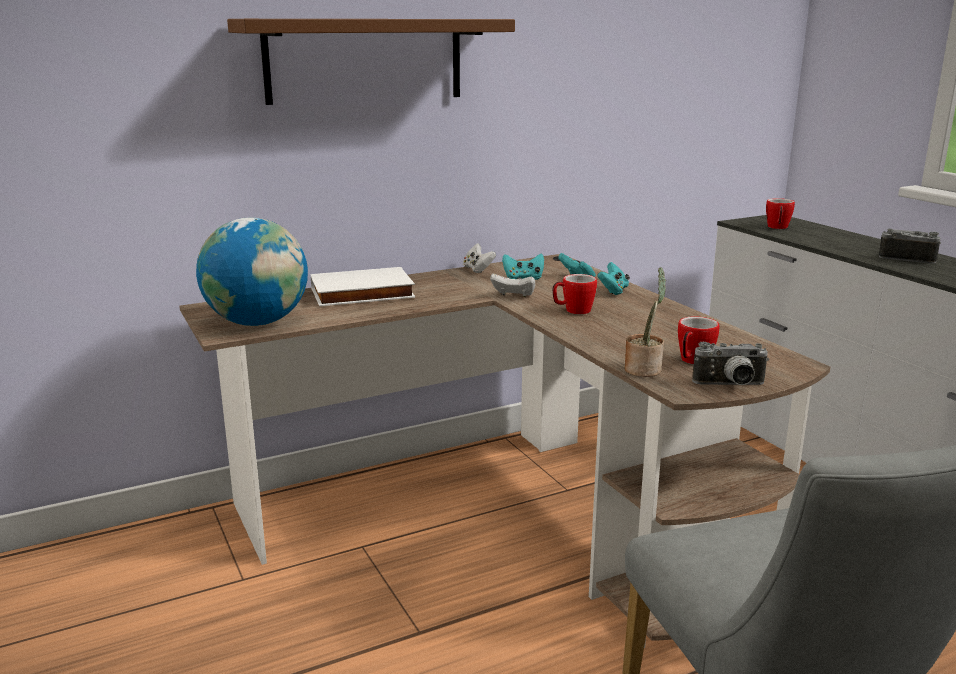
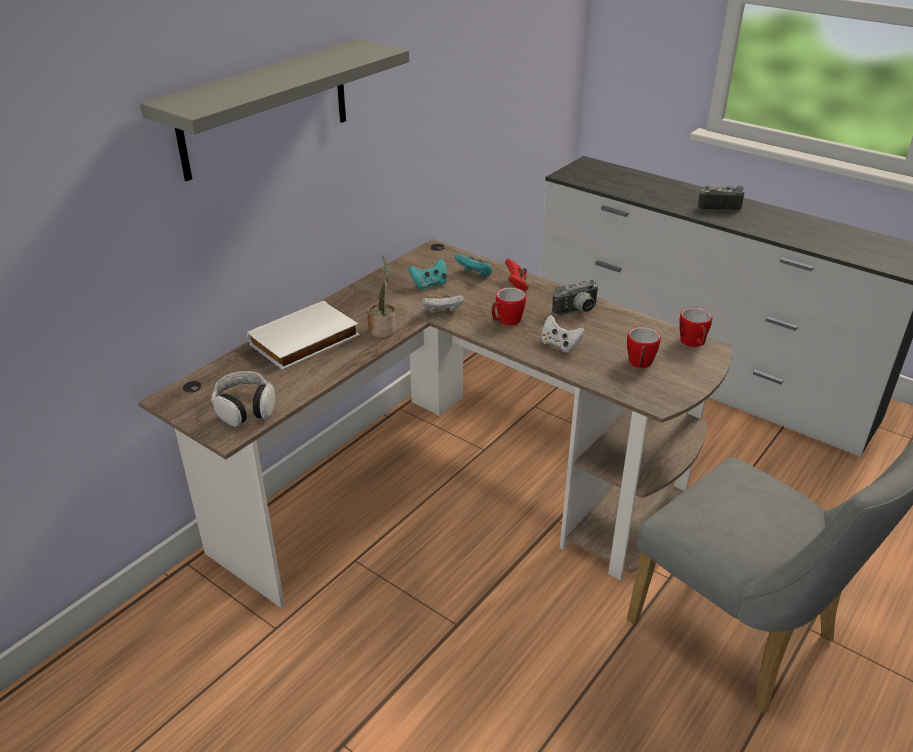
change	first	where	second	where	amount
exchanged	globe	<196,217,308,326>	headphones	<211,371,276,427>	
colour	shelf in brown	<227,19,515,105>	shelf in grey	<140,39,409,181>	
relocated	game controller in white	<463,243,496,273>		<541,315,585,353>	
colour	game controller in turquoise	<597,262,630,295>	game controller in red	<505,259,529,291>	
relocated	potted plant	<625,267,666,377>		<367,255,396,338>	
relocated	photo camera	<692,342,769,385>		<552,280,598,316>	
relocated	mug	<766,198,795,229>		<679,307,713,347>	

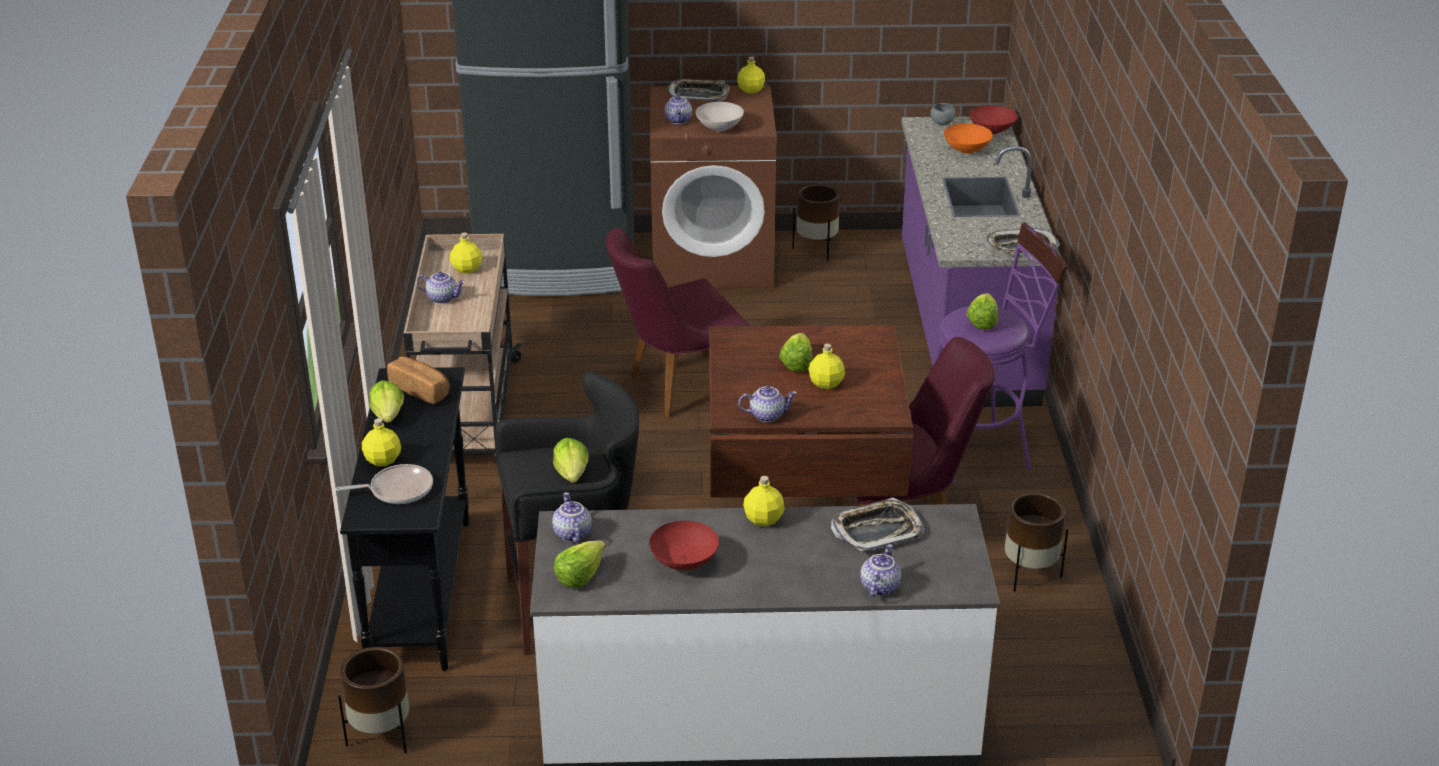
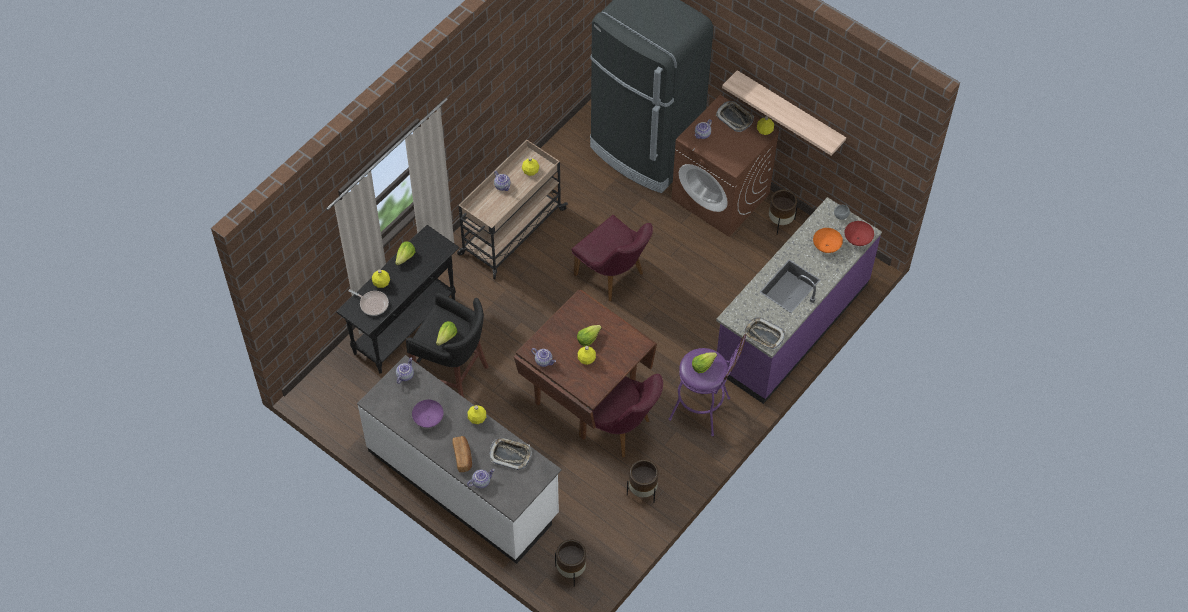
change	first	where	second	where	amount
relocated	planter in brown	<338,647,409,753>		<555,539,586,587>	
relocated	bread	<387,357,450,404>		<452,436,472,472>	
missing	lettuce	<554,541,606,588>			
spun	chair in purple	<606,228,750,418>		<572,215,653,301>	150 degrees counterclockwise
colour	bowl in red	<649,521,719,570>	bowl in purple	<412,400,444,428>	
missing	bowl in white	<696,102,744,132>			
appeared			shelf	<722,70,846,156>	

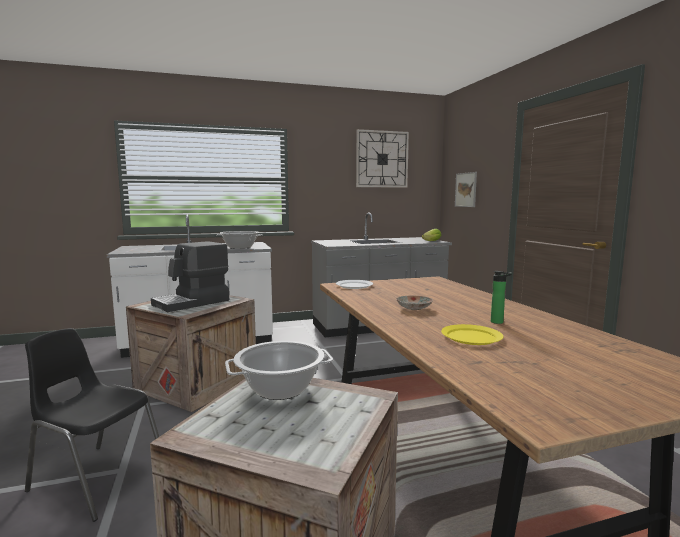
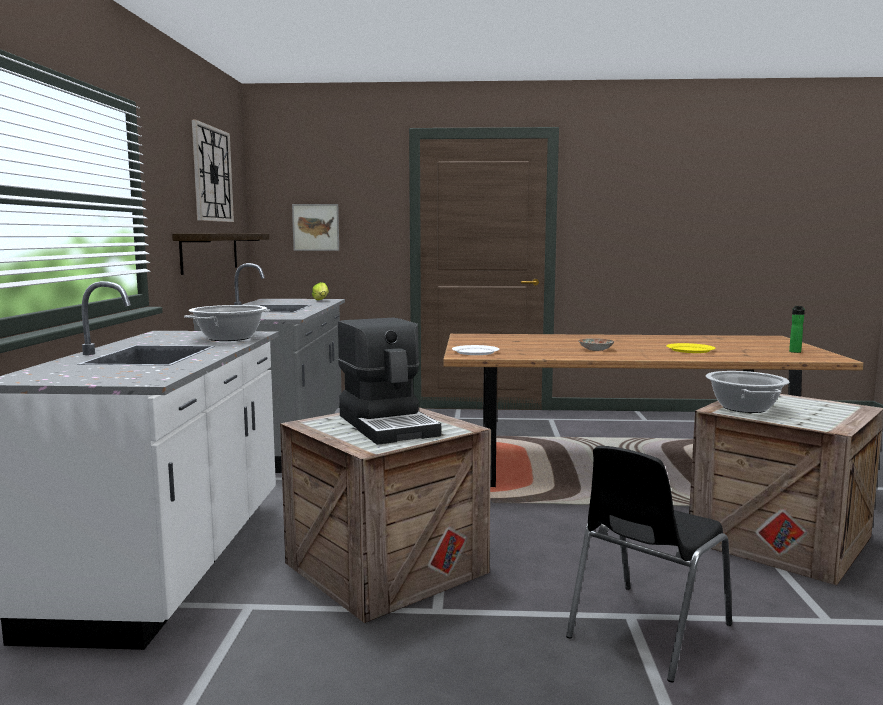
change	first	where	second	where	amount
relocated	bottle	<491,271,512,324>		<789,306,805,353>	
appeared			shelf	<172,233,269,275>	

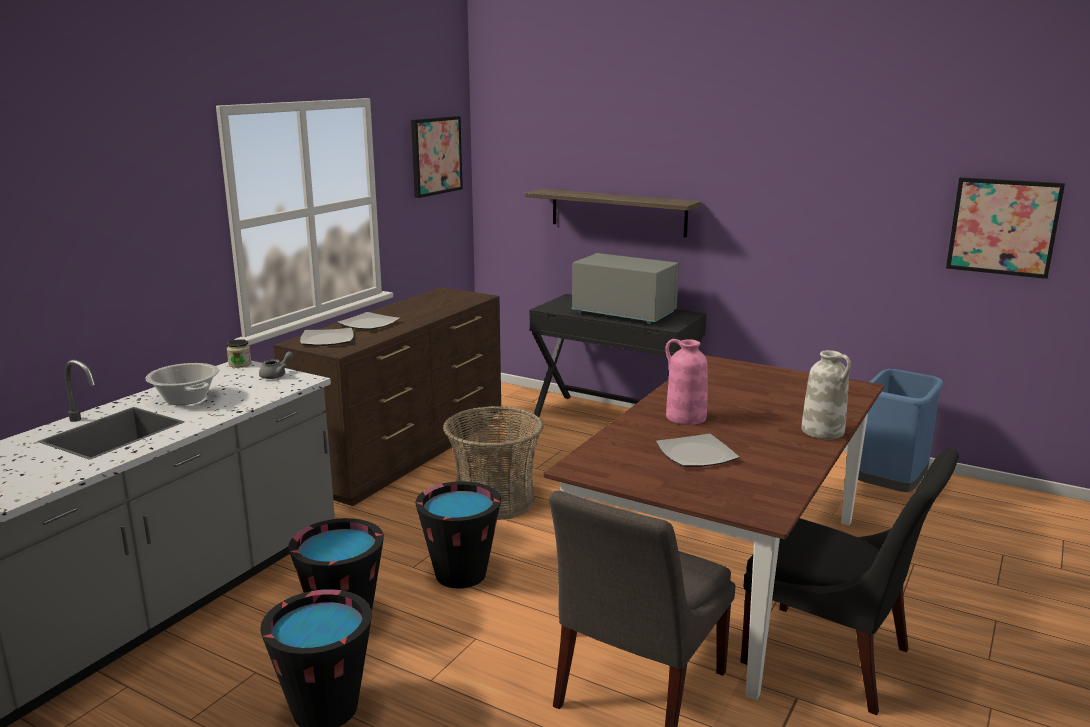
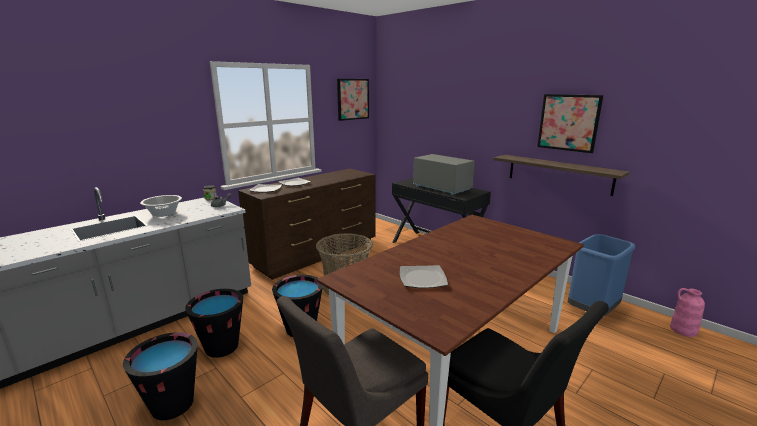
change	first	where	second	where	amount
relocated	shelf	<525,189,702,237>		<493,155,630,196>	
relocated	vase in pink	<665,339,708,425>		<670,288,705,337>	
missing	vase in white	<801,350,851,439>			
relocated	picture	<946,177,1065,279>		<537,94,603,153>	

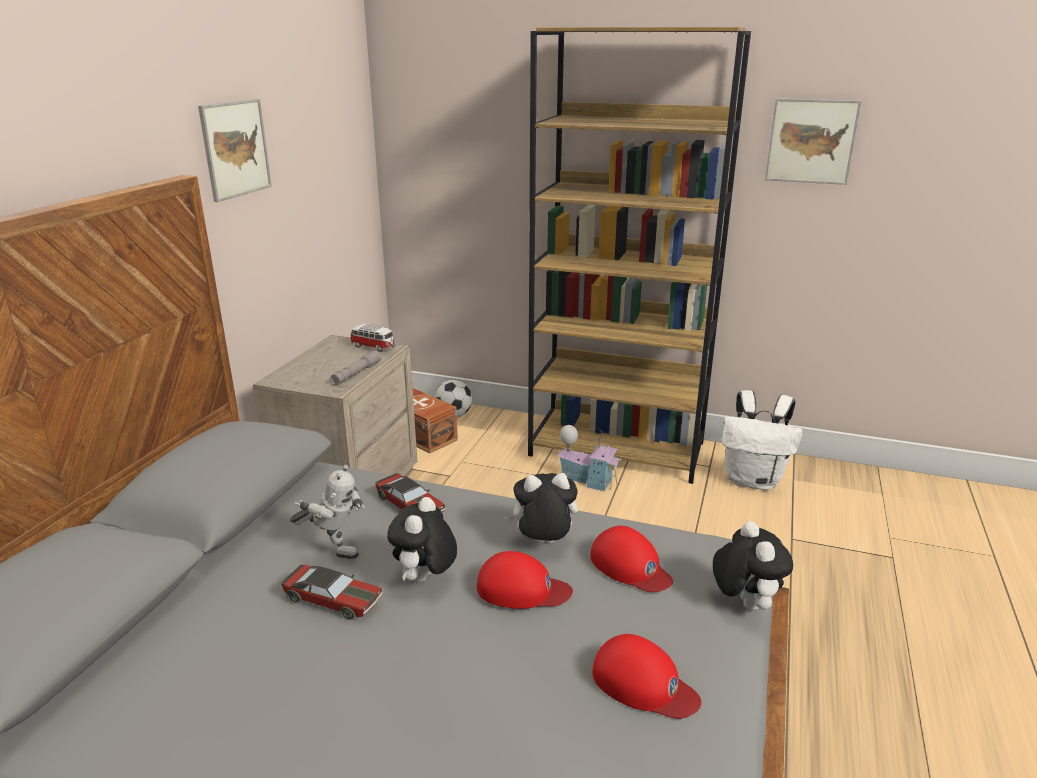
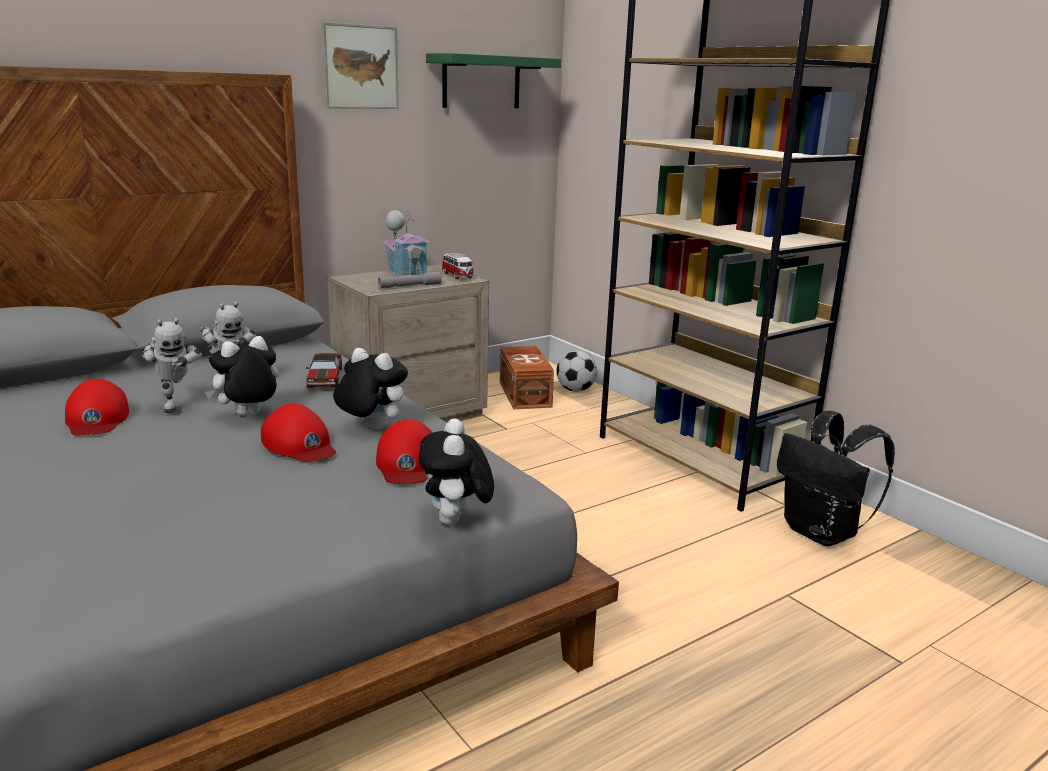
change	first	where	second	where	amount
exchanged	toy car	<281,565,382,620>	toy robot	<142,318,203,413>	
relocated	toy house	<557,425,622,492>		<384,210,429,277>	
relocated	cap in red	<592,634,701,719>		<65,379,129,435>	
spun	plush toy	<713,521,793,610>		<419,418,494,525>	150 degrees clockwise
colour	backpack in white	<721,390,803,490>	backpack in black	<777,411,895,546>	
missing	picture	<765,98,862,185>			
appeared			shelf in green	<426,53,561,108>	

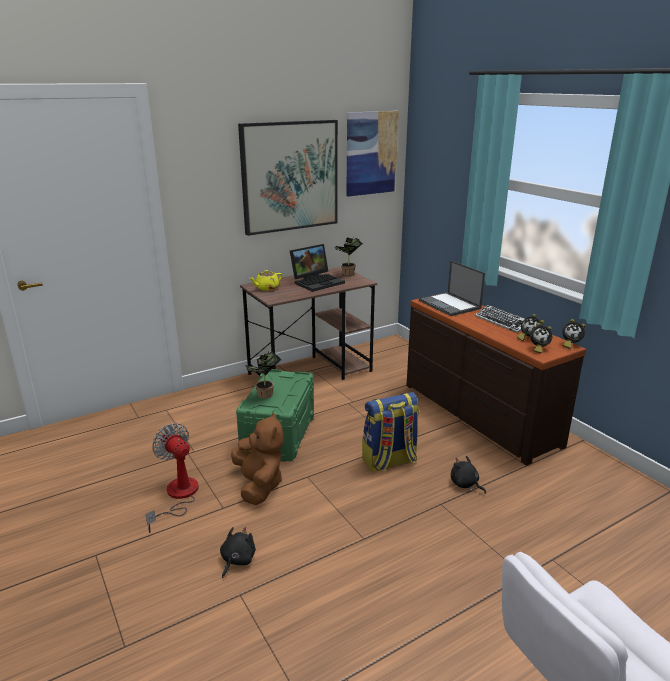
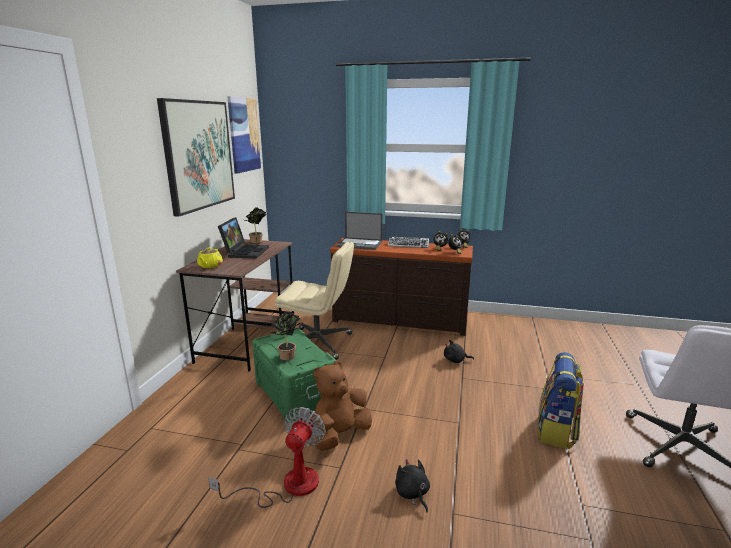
change	first	where	second	where	amount
spun	fan	<145,423,199,533>		<208,407,326,508>	105 degrees clockwise
spun	plush toy in brown	<231,412,284,505>		<313,361,372,451>	75 degrees counterclockwise
relocated	backpack	<362,392,419,473>		<538,352,583,449>	
appeared			office chair in beige	<275,242,354,360>	

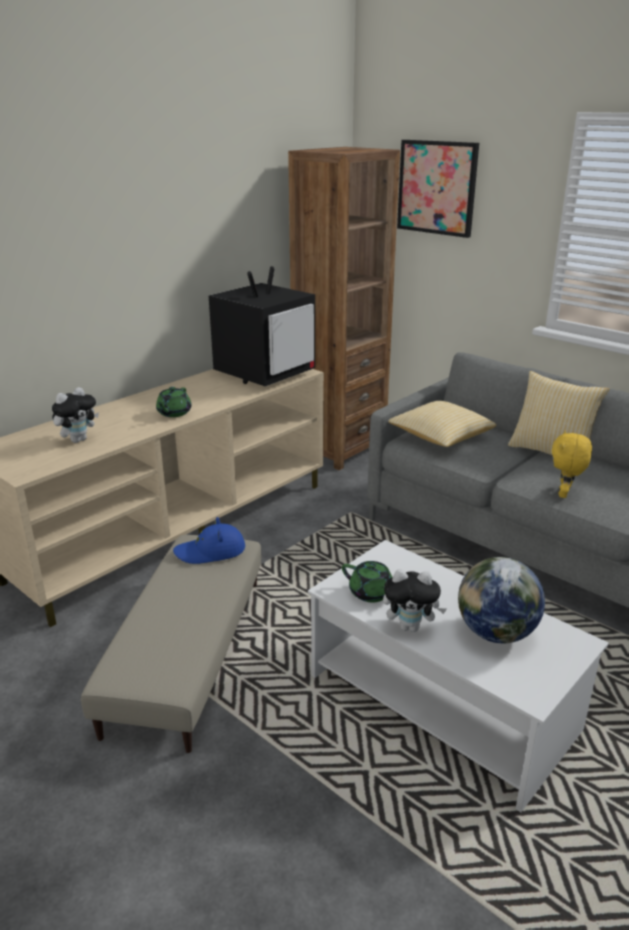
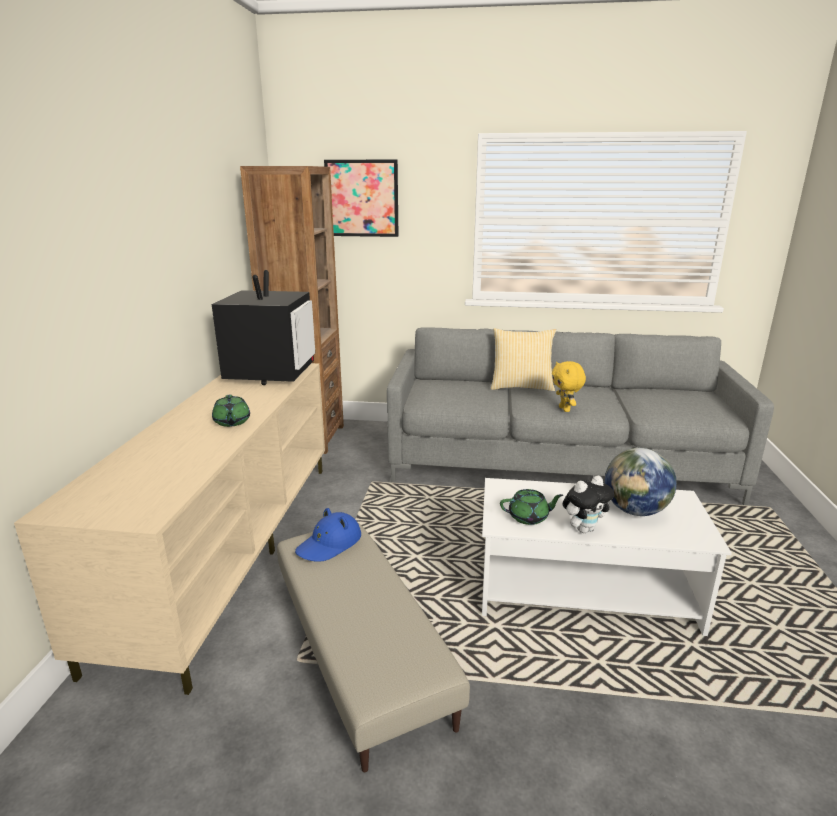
change	first	where	second	where	amount
missing	plush toy	<52,387,99,443>			
missing	pillow	<388,401,496,447>			

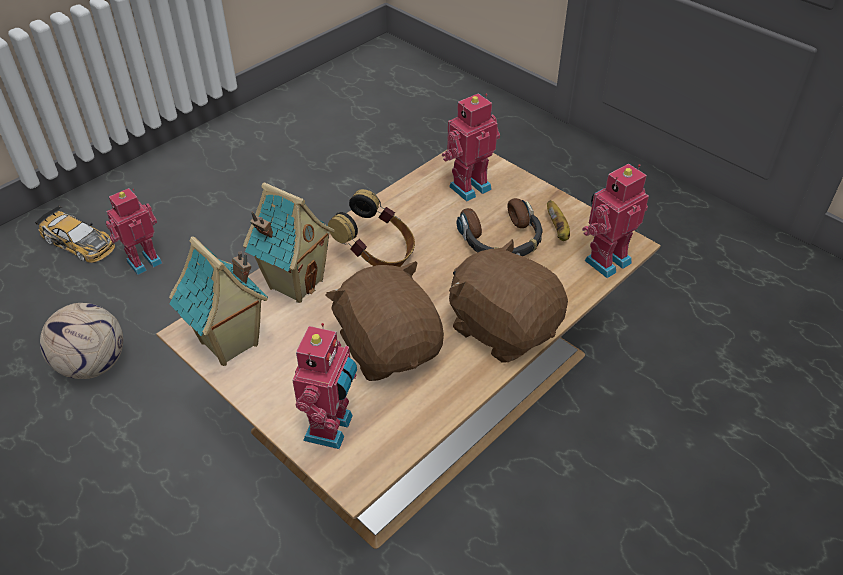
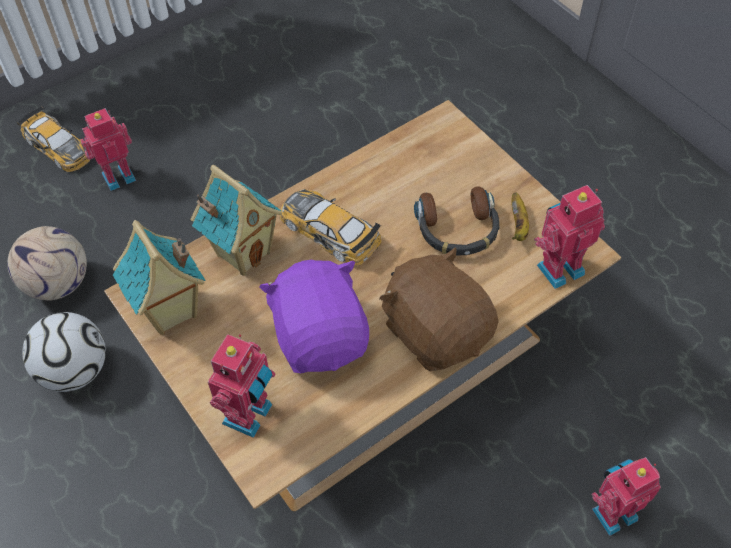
change	first	where	second	where	amount
colour	plush toy in brown	<325,261,444,381>	plush toy in purple	<259,260,369,373>	
exchanged	headphones	<328,189,415,267>	toy car	<280,189,382,266>	
relocated	toy robot	<442,93,500,201>		<591,457,661,536>	
appeared			football	<22,312,106,392>	

